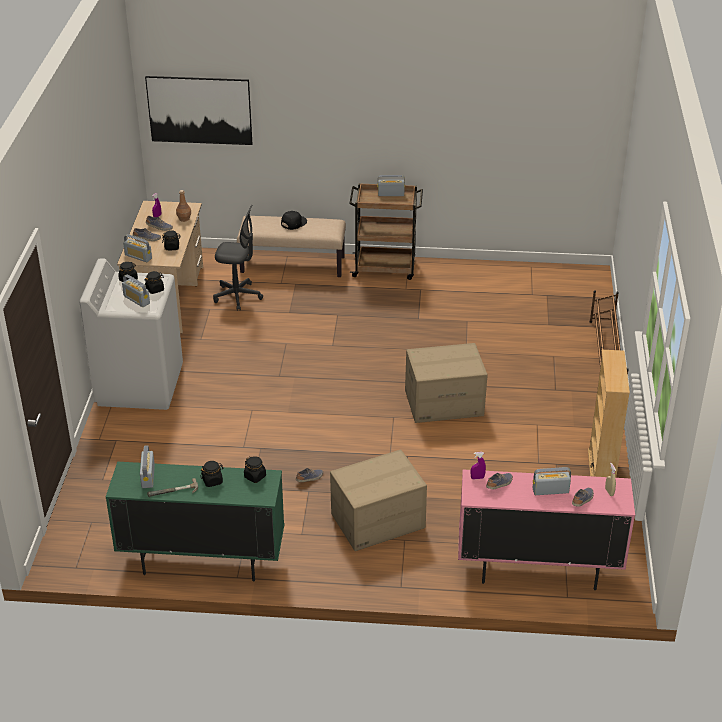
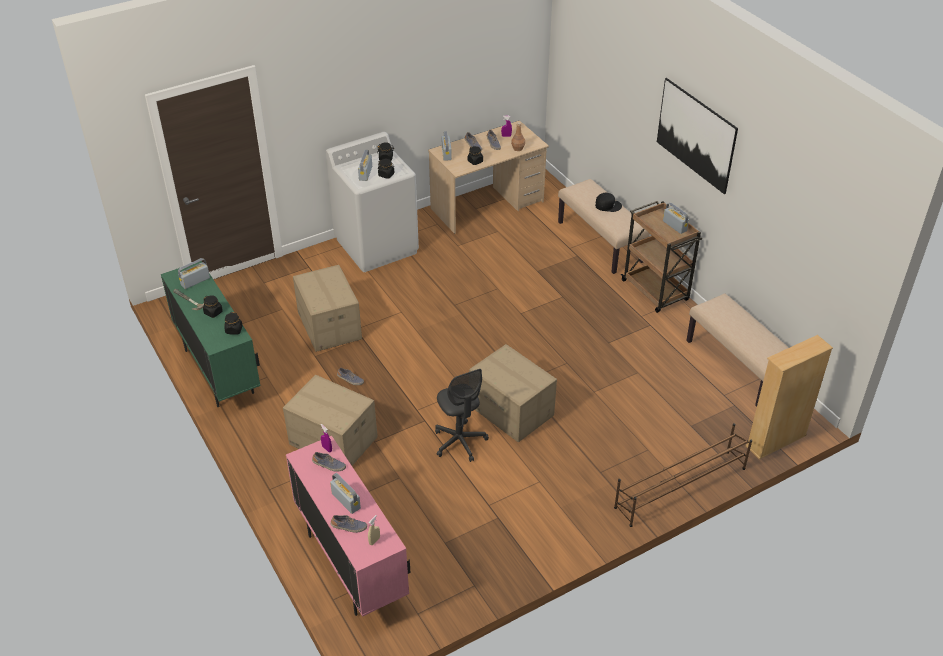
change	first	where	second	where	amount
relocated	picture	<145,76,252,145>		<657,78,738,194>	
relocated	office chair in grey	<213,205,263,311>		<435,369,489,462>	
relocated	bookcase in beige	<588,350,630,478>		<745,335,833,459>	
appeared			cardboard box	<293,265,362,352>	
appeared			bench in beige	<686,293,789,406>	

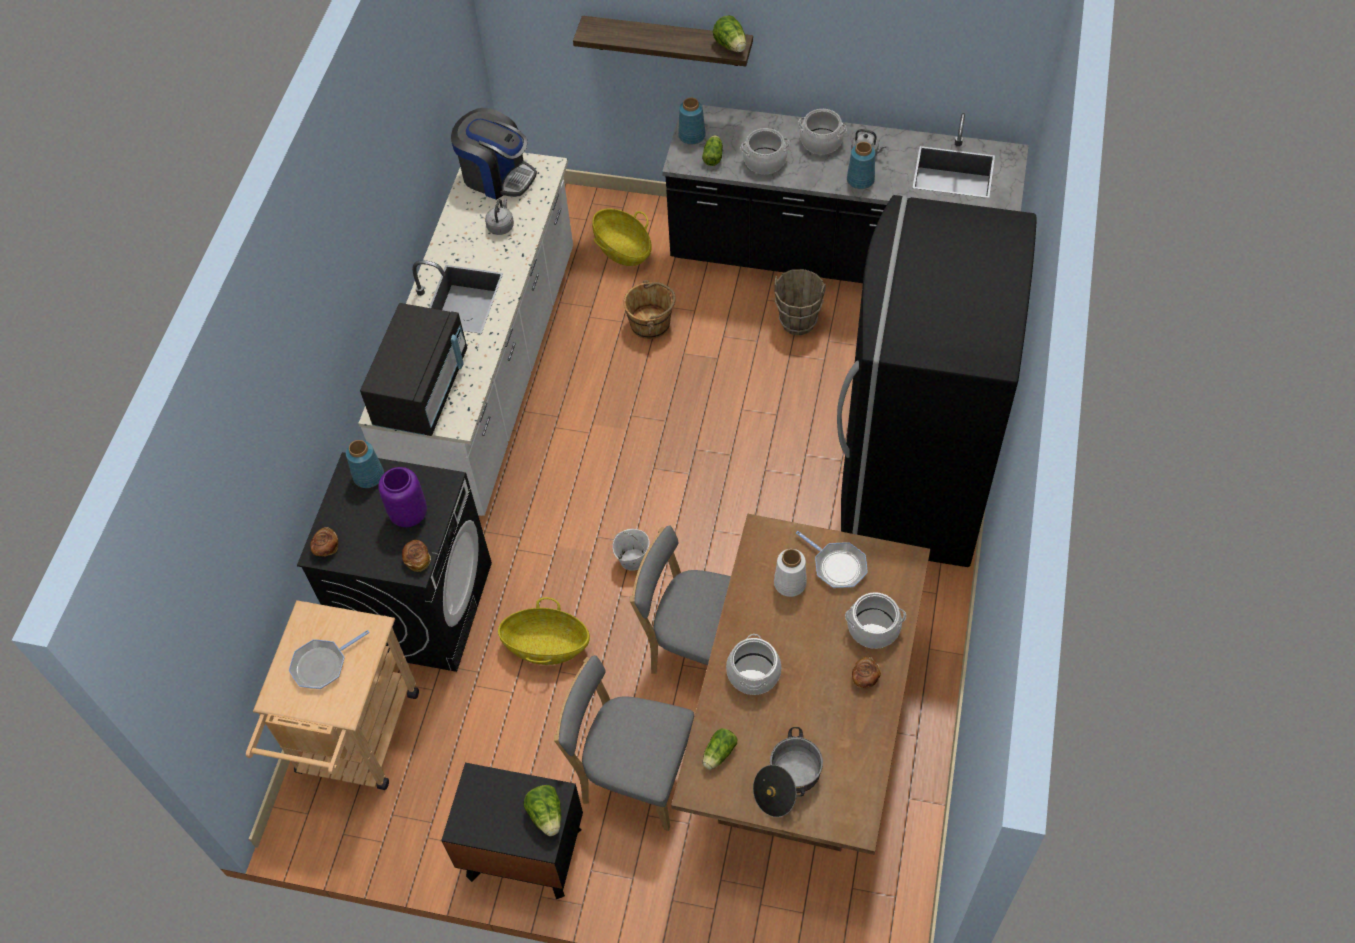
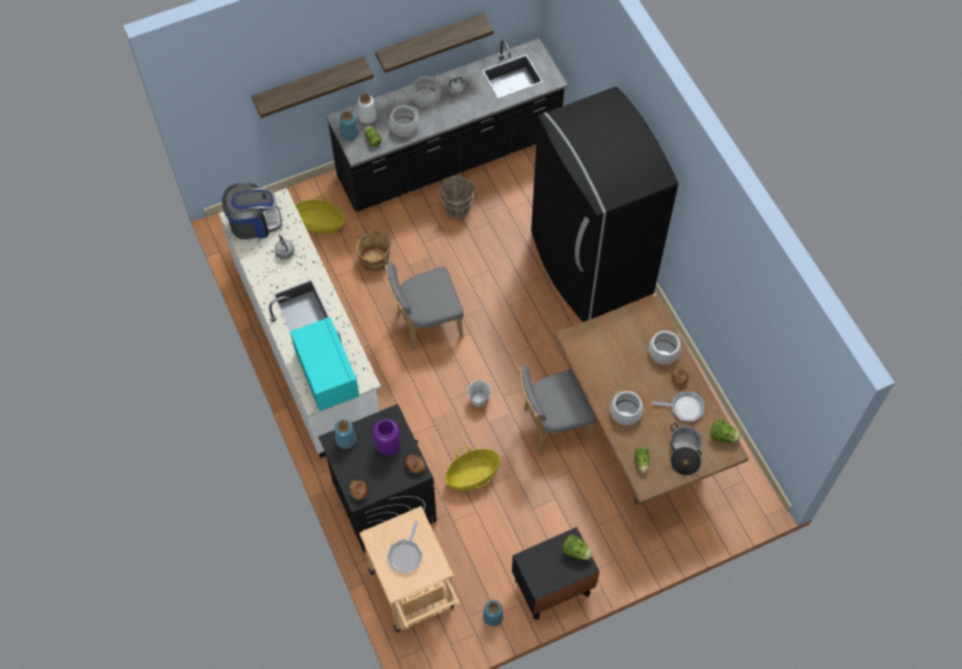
change	first	where	second	where	amount
colour	microwave in black	<360,303,467,436>	microwave in turquoise	<290,317,359,411>	
relocated	chair in grey	<554,655,694,831>		<385,261,464,350>	
relocated	lettuce	<713,15,746,52>		<711,419,741,442>	
relocated	vase in white	<774,549,807,597>		<358,94,377,123>	
relocated	frying pan	<796,531,868,588>		<651,391,704,421>	
relocated	vase in blue	<847,142,875,189>		<483,600,503,626>	
appeared			shelf	<375,13,494,73>	

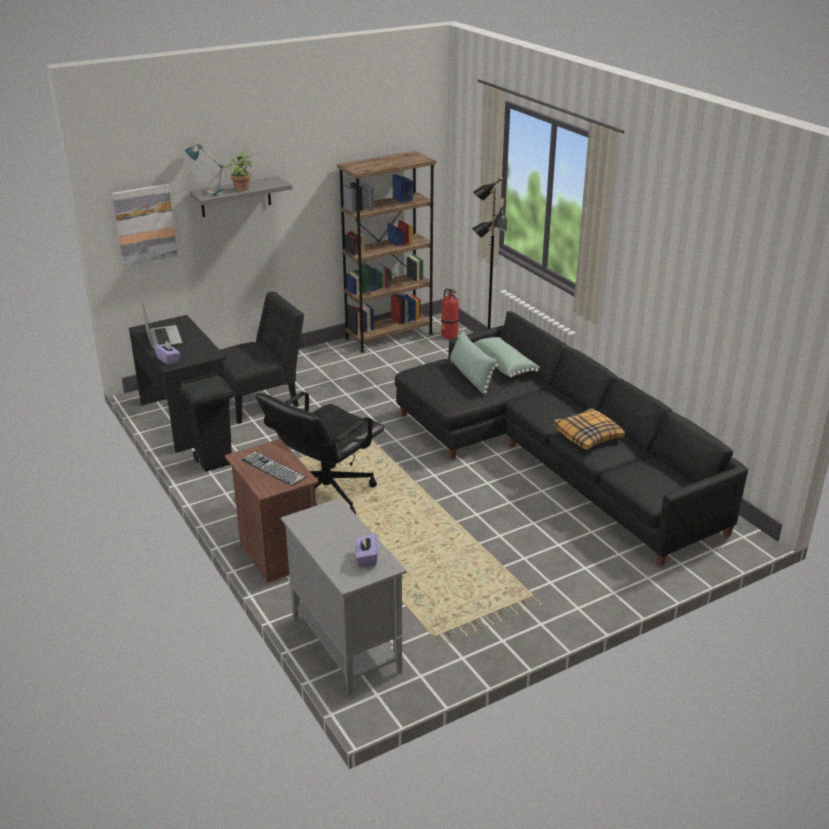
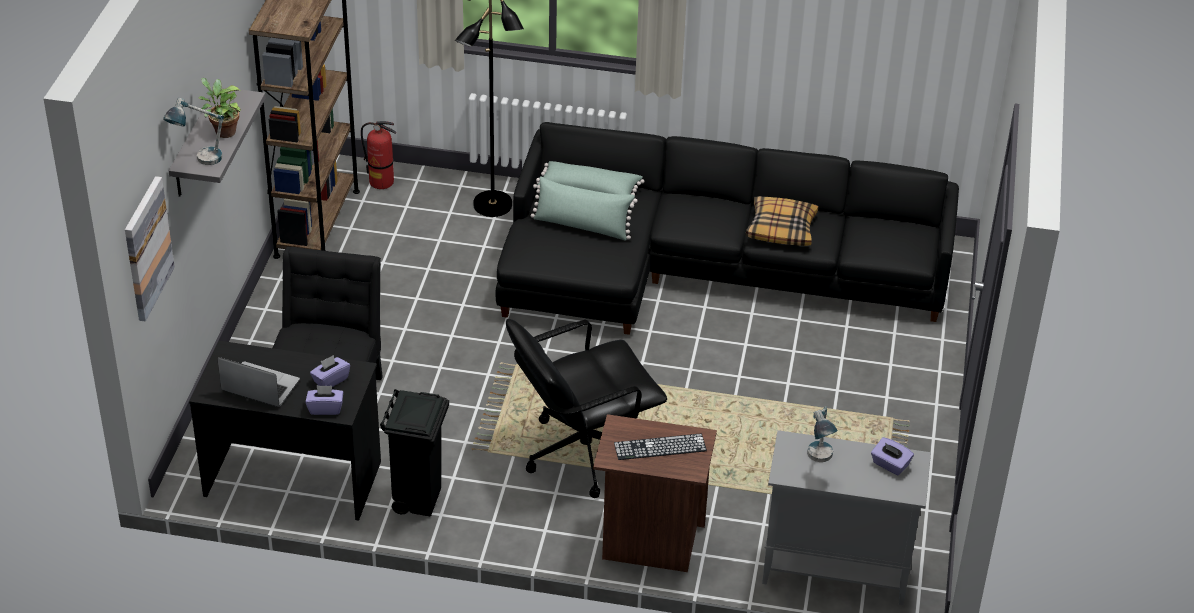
change	first	where	second	where	amount
spun	office chair in black	<256,392,384,514>		<506,319,667,498>	75 degrees clockwise
appeared			tissue box in purple	<310,355,350,387>	
appeared			table lamp	<807,406,838,462>	

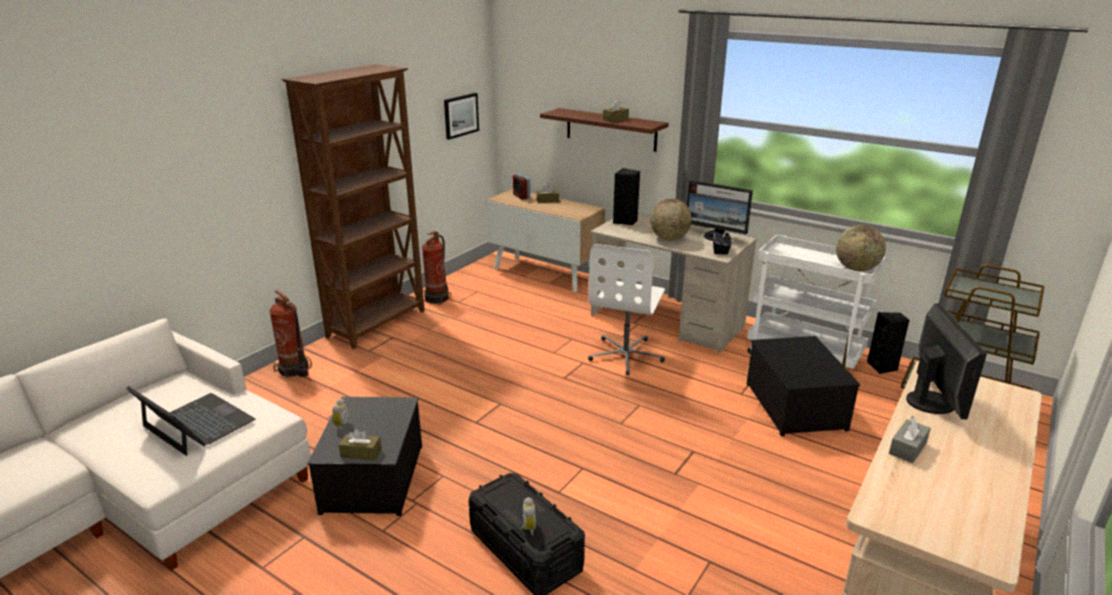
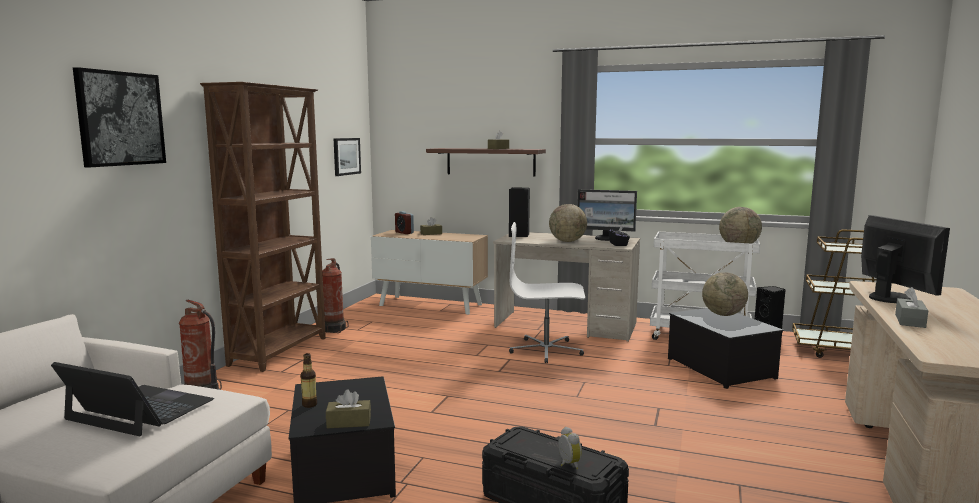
change	first	where	second	where	amount
exchanged	alarm clock	<332,398,349,431>	bottle	<300,353,317,408>	
spun	office chair in white	<588,244,665,375>		<509,222,585,363>	90 degrees clockwise
appeared			picture	<73,67,166,167>	
appeared			globe	<702,272,748,316>	

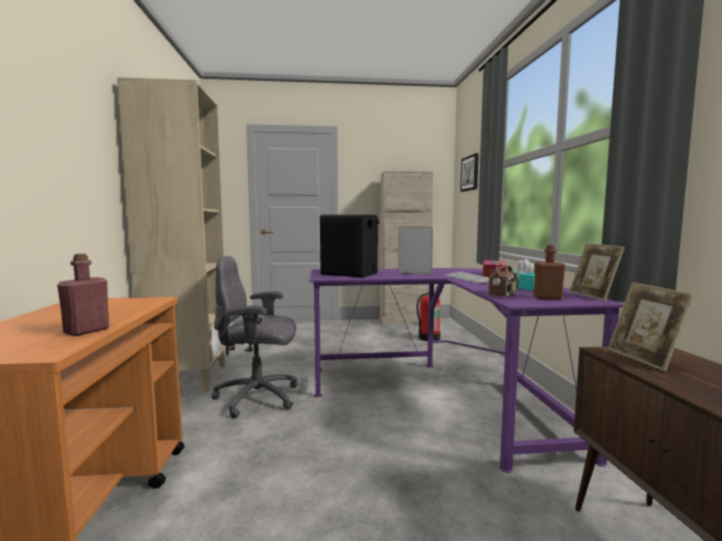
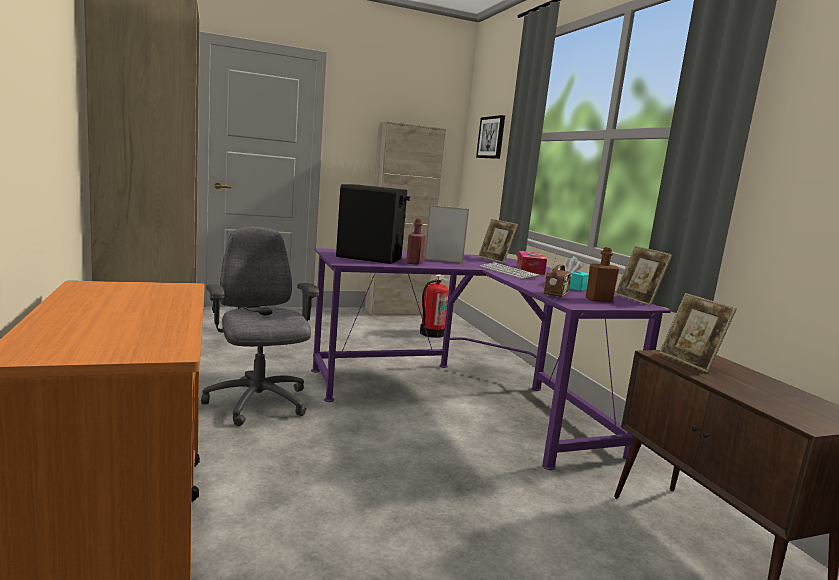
change	first	where	second	where	amount
relocated	bottle in red	<57,254,109,336>		<406,218,425,265>	
spun	office chair in grey	<211,256,298,419>		<201,227,319,426>	75 degrees clockwise
appeared			picture frame	<478,219,518,263>	

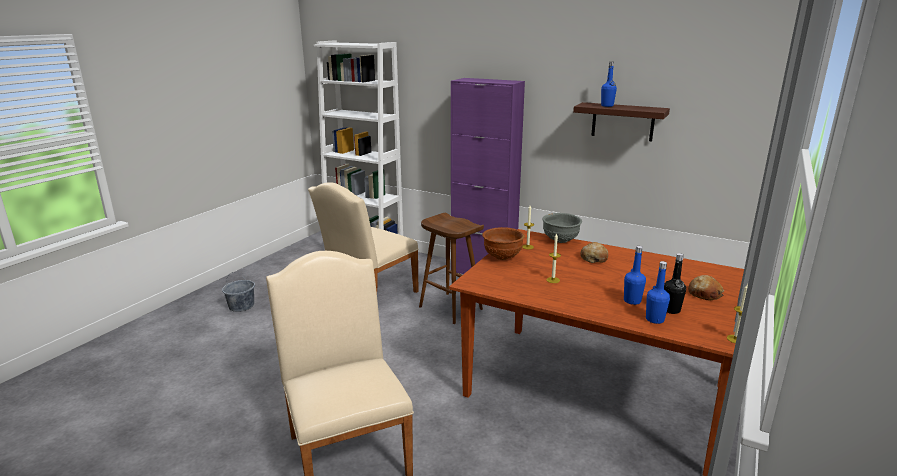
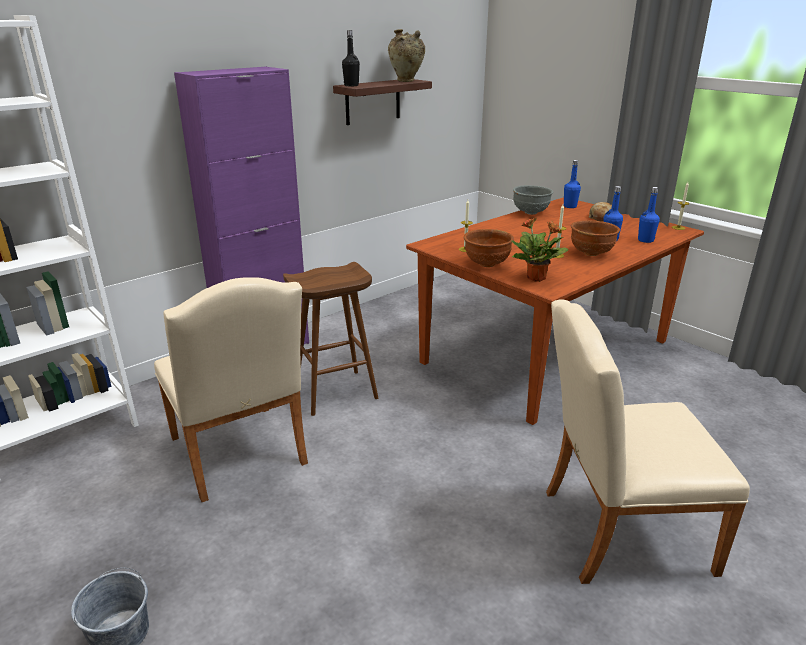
change	first	where	second	where	amount
relocated	bowl in grey	<543,213,582,243>		<513,185,553,215>	
missing	bread	<580,242,608,263>			
relocated	bottle in blue	<601,62,617,107>		<564,160,581,208>	
relocated	bottle in black	<664,253,686,314>		<342,30,360,86>	
appeared			vase in beige	<388,29,425,82>	
appeared			potted plant	<511,217,569,282>	
appeared			bowl in brown	<571,220,620,256>	

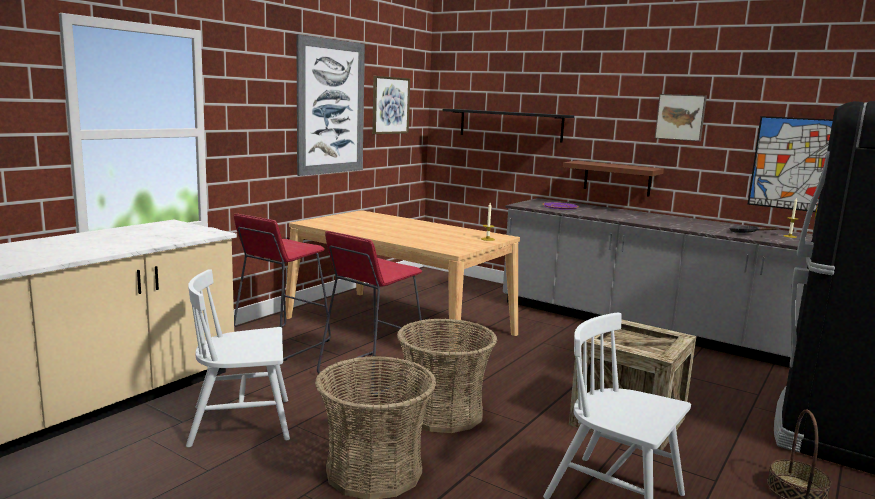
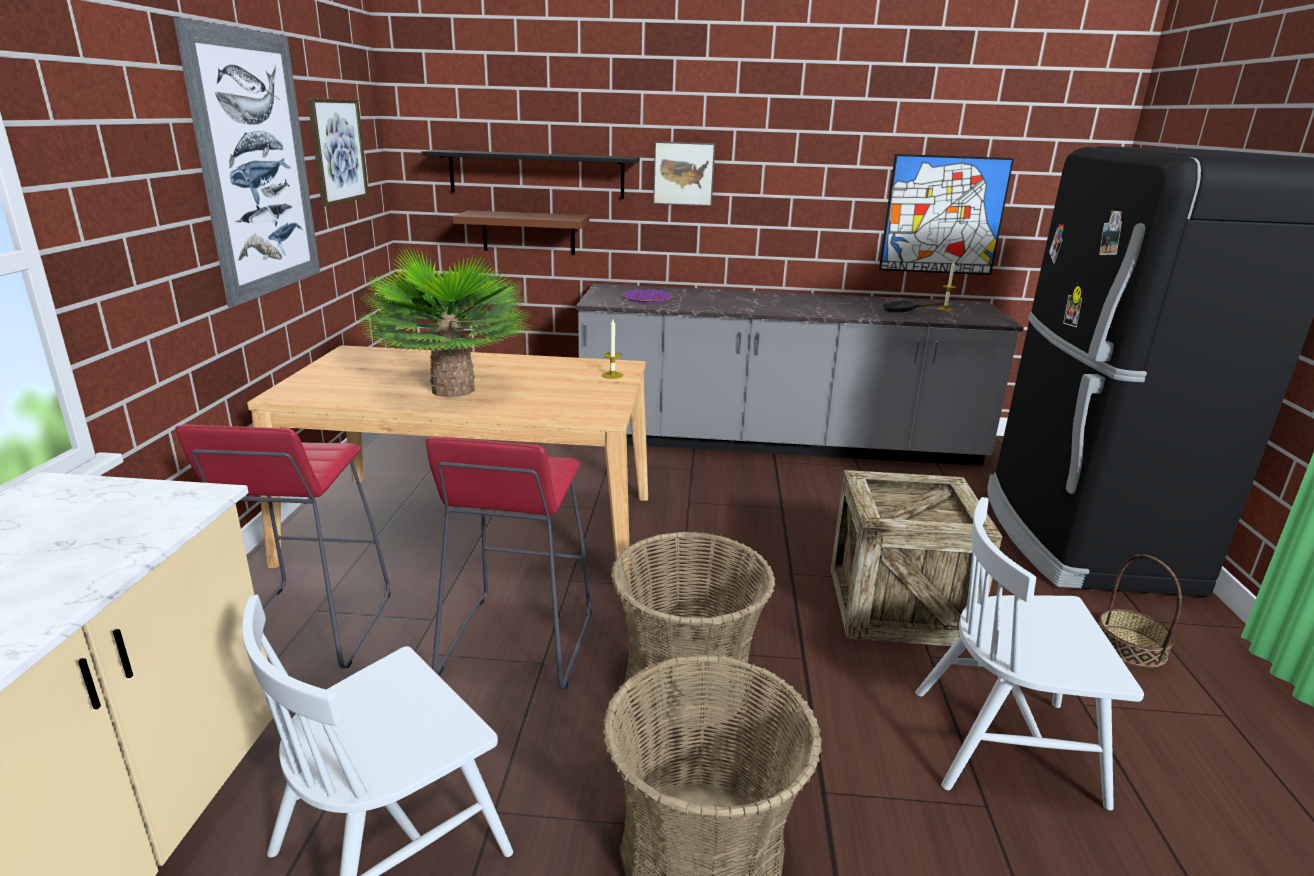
change	first	where	second	where	amount
relocated	shelf in brown	<563,161,664,197>		<453,210,589,255>	
relocated	picture	<655,94,707,141>		<653,141,715,206>	
appeared			potted plant	<358,247,533,398>	

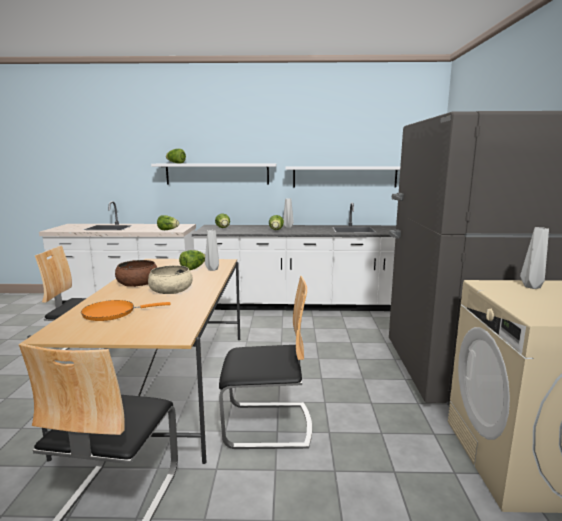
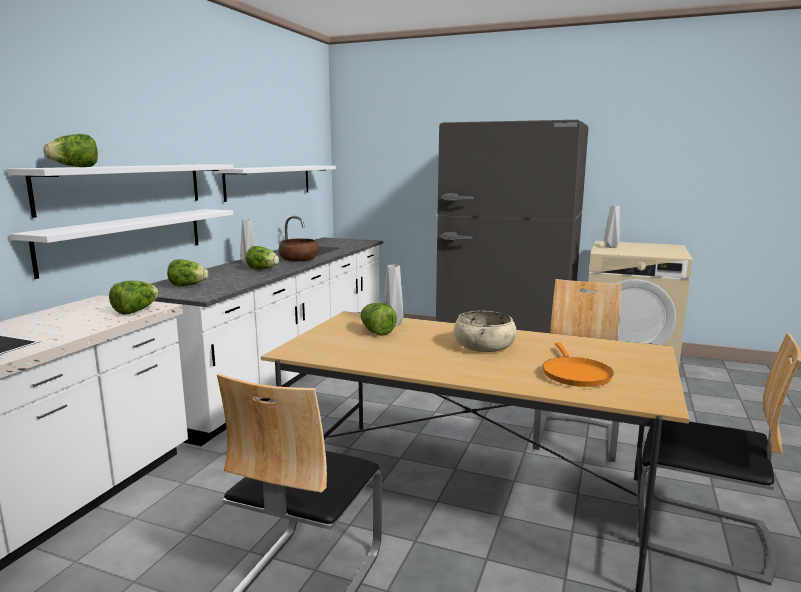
change	first	where	second	where	amount
relocated	bowl in brown	<115,260,157,287>		<278,238,318,261>	
appeared			shelf in white	<10,209,233,279>	

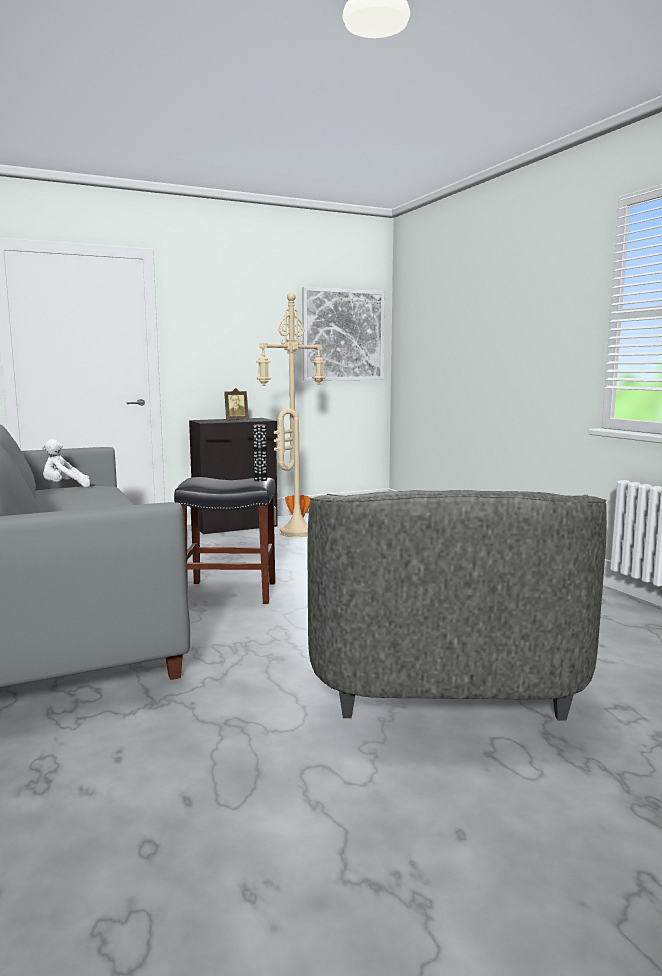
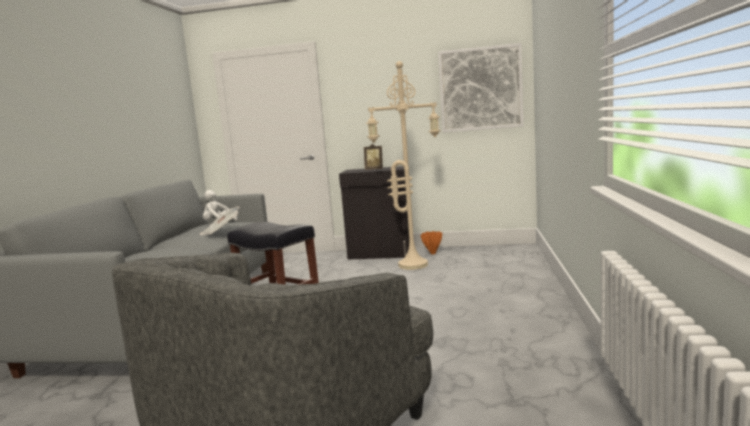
change	first	where	second	where	amount
missing	vase	<253,425,267,481>			
appeared			newspaper	<200,206,240,235>	

